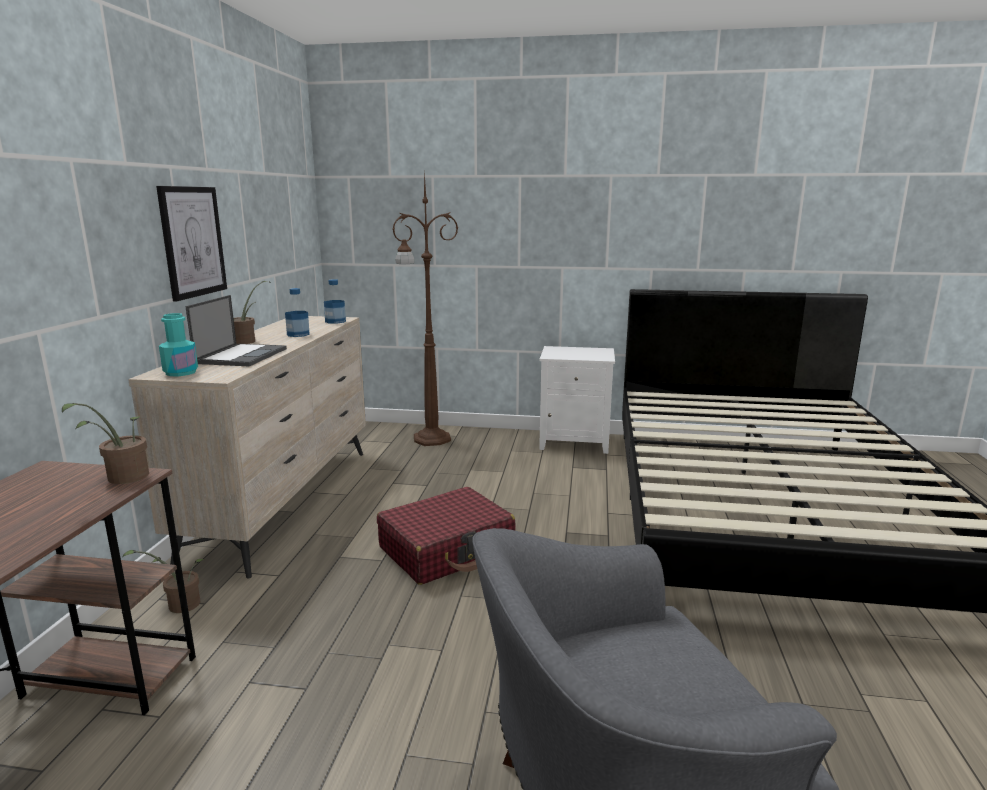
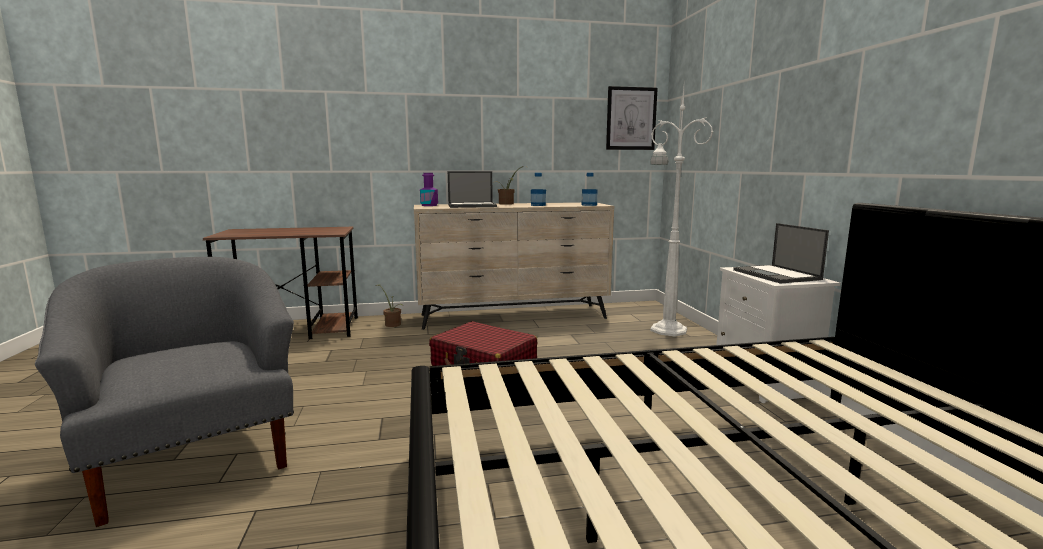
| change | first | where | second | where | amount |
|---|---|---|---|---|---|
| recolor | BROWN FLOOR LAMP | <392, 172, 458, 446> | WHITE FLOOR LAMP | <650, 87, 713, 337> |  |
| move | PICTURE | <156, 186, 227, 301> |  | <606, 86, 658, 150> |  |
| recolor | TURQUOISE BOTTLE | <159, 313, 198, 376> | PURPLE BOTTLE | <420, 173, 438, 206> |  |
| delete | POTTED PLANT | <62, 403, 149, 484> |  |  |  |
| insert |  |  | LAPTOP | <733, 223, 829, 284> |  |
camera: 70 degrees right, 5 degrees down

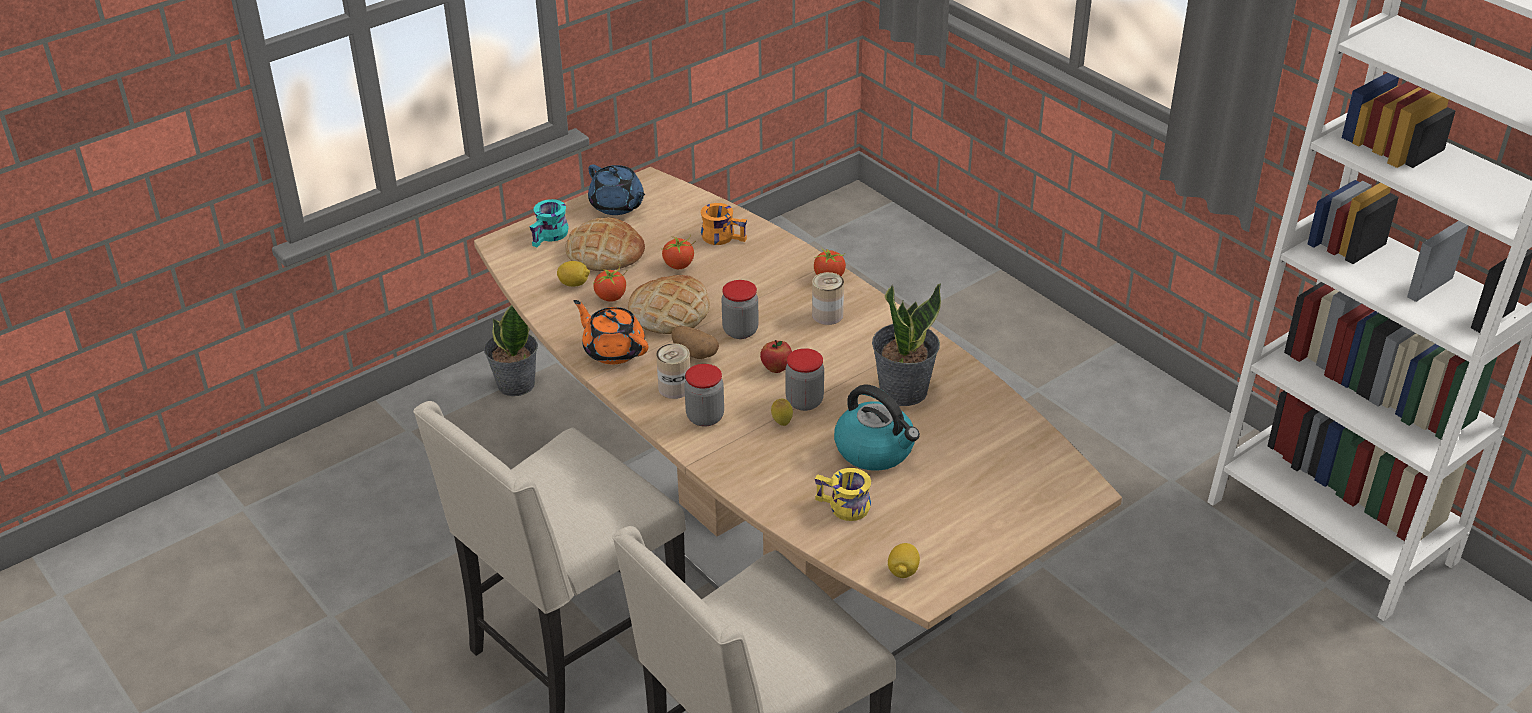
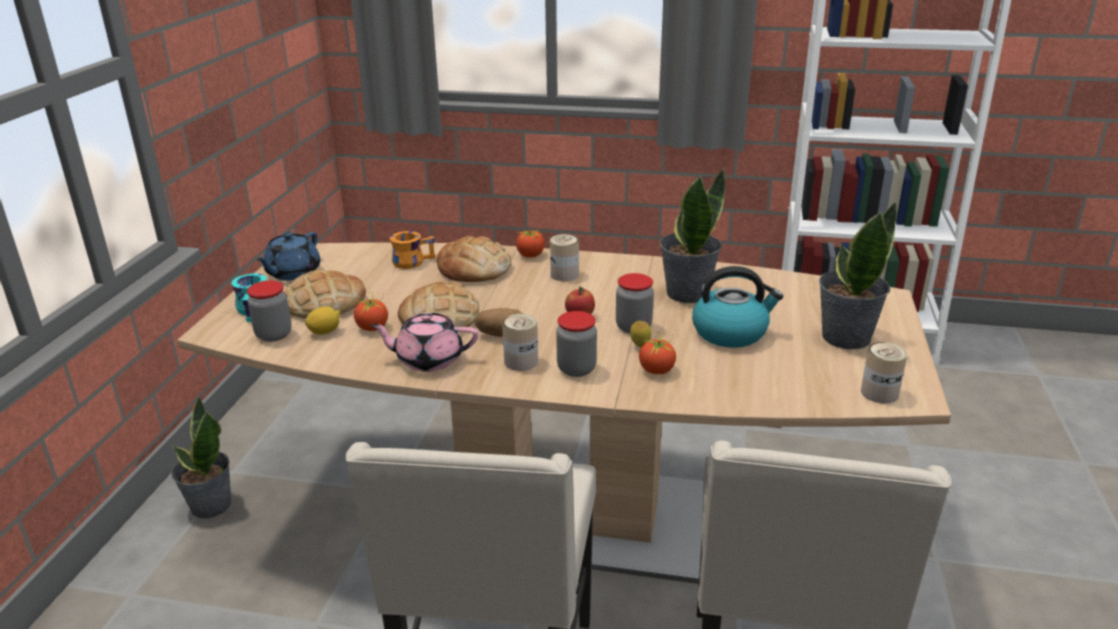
| change | first | where | second | where | amount |
|---|---|---|---|---|---|
| rotate | BLUE TEAPOT | <588, 164, 645, 215> |  | <257, 232, 320, 280> | 105 degrees clockwise |
| move | TOMATO | <662, 234, 694, 269> |  | <639, 332, 676, 374> |  |
| move | JAR | <721, 280, 759, 339> |  | <247, 281, 292, 342> |  |
| recolor | ORANGE TEAPOT | <574, 300, 648, 364> | PINK TEAPOT | <370, 313, 478, 372> |  |
| delete | YELLOW MUG | <815, 468, 871, 521> |  |  |  |
| replace | LEMON | <888, 543, 920, 578> | CAN | <861, 342, 907, 403> |  |
| insert |  |  | POTTED PLANT | <819, 202, 897, 350> |  |
| insert |  |  | BREAD | <437, 236, 512, 282> |  |
camera: 40 degrees left, 10 degrees down

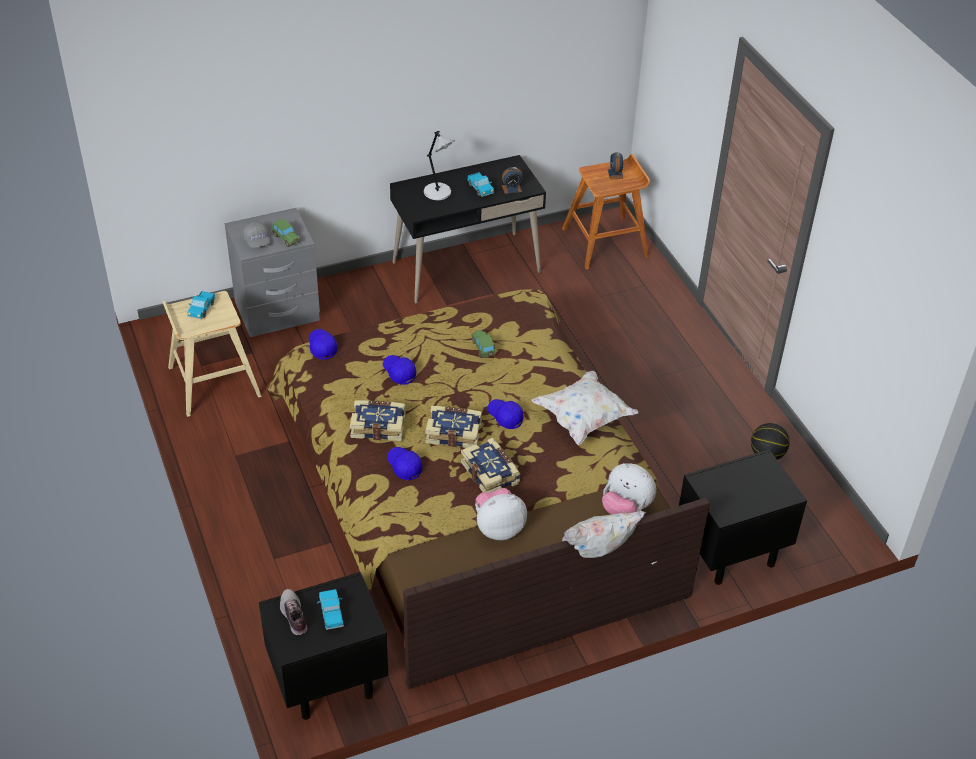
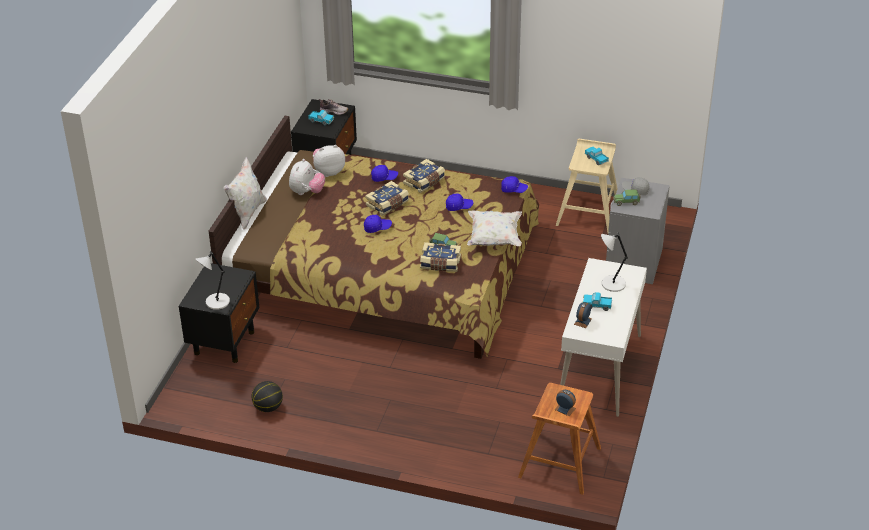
| change | first | where | second | where | amount |
|---|---|---|---|---|---|
| recolor | BLACK DESK | <390, 155, 546, 304> | WHITE DESK | <560, 258, 647, 417> |  |
| move | WHITE PILLOW | <532, 371, 638, 445> |  | <467, 211, 522, 246> |  |
| move | BOOK | <461, 438, 520, 492> |  | <420, 242, 461, 272> |  |
| move | PLUSH TOY | <602, 463, 656, 515> |  | <313, 145, 345, 177> |  |
| insert |  |  | GREY TABLE LAMP | <196, 251, 230, 310> |  |
camera: 130 degrees right, 5 degrees down

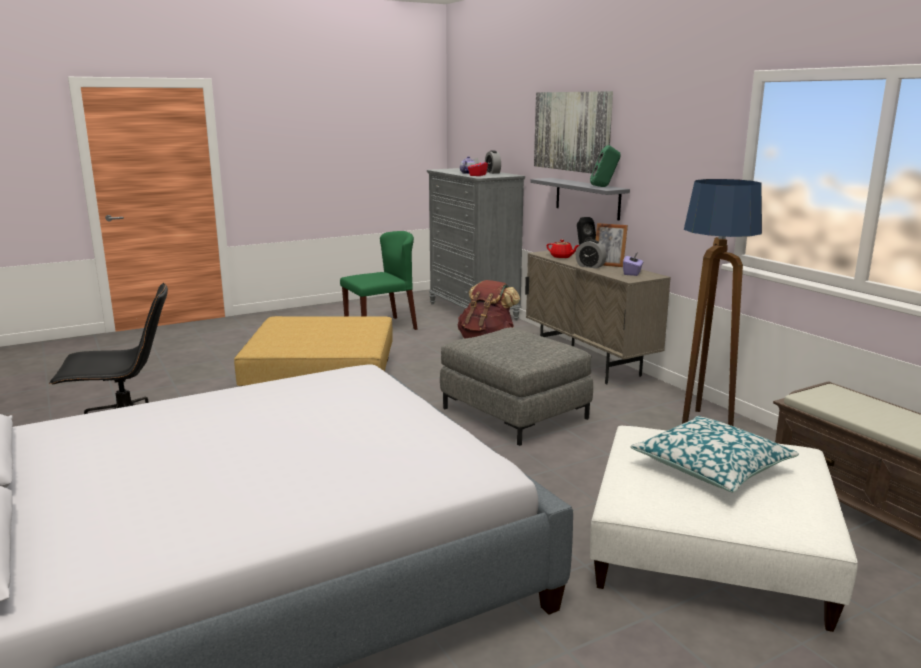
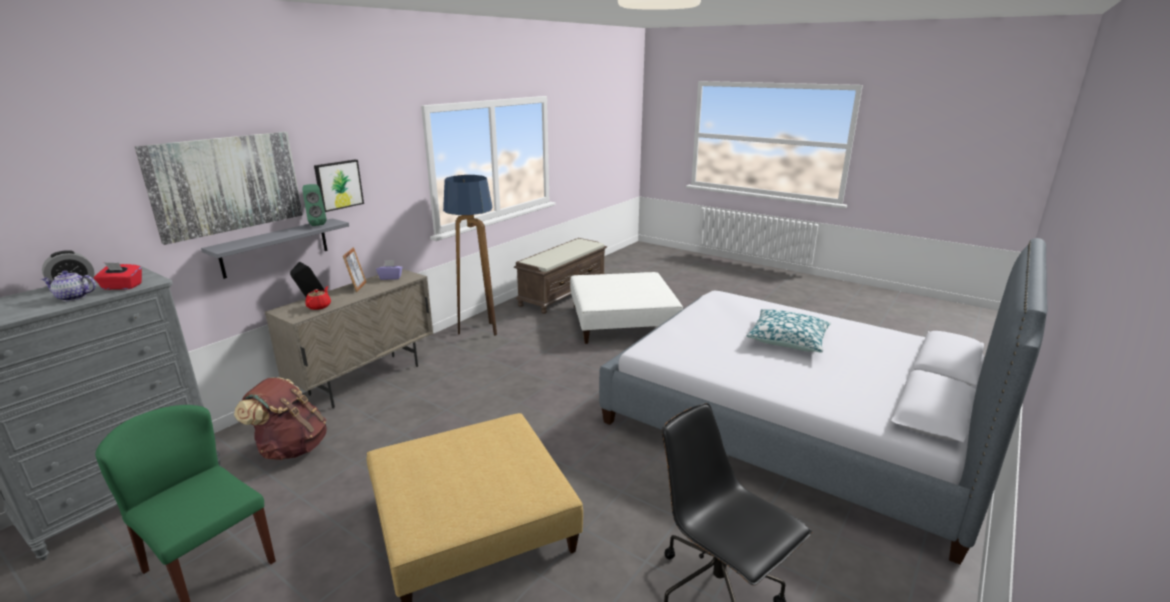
| change | first | where | second | where | amount |
|---|---|---|---|---|---|
| delete | ALARM CLOCK | <576, 239, 607, 269> |  |  |  |
| delete | GREY OTTOMAN | <440, 327, 593, 446> |  |  |  |
| move | PILLOW | <630, 416, 799, 492> |  | <747, 309, 831, 353> |  |
| insert |  |  | PICTURE | <314, 160, 364, 212> |  |
camera: 115 degrees left, 5 degrees up

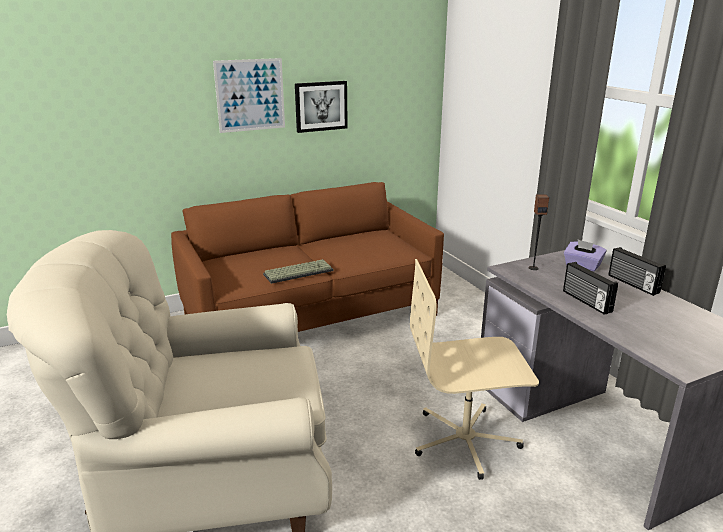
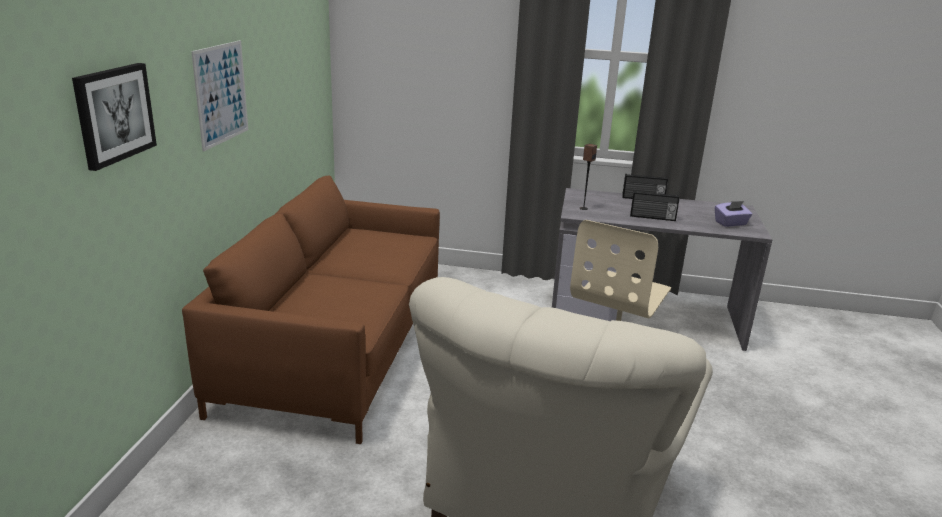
| change | first | where | second | where | amount |
|---|---|---|---|---|---|
| move | PICTURE | <295, 81, 348, 133> |  | <72, 63, 157, 171> |  |
| move | PURPLE TISSUE BOX | <564, 240, 607, 271> |  | <715, 201, 752, 227> |  |
| delete | KEYBOARD | <263, 259, 334, 284> |  |  |  |
camera: 55 degrees left, 0 degrees up

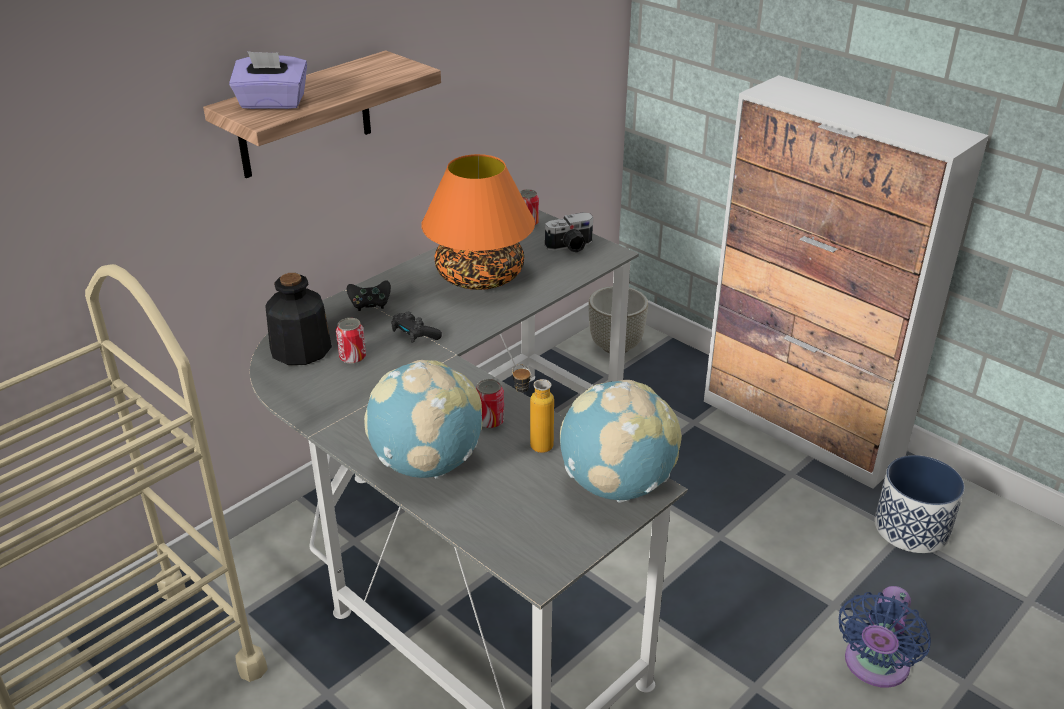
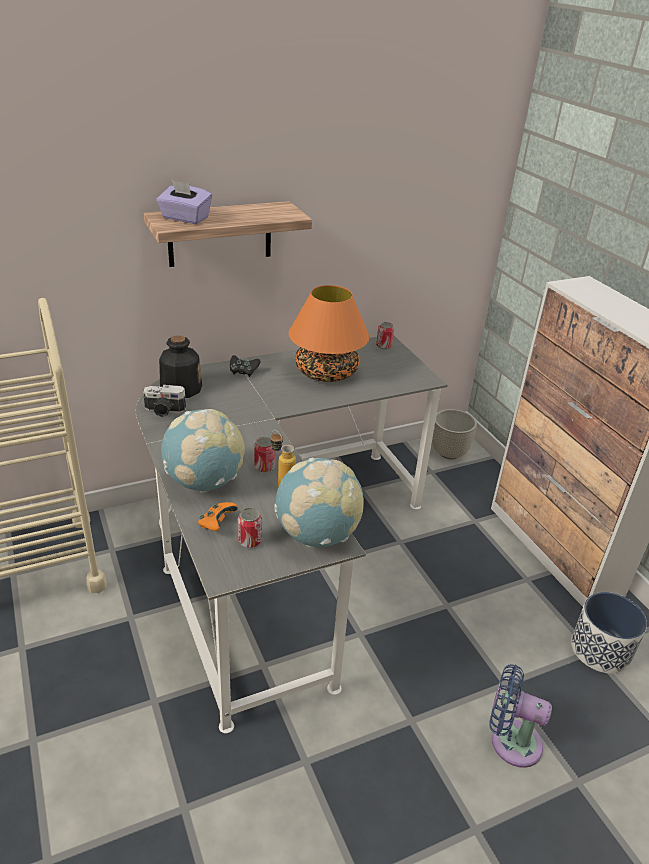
| change | first | where | second | where | amount |
|---|---|---|---|---|---|
| move | PHOTO CAMERA | <545, 212, 593, 253> |  | <143, 385, 186, 417> |  |
| delete | BLACK GAME CONTROLLER | <391, 311, 442, 343> |  |  |  |
| move | CAN | <336, 318, 366, 364> |  | <238, 508, 262, 548> |  |
| rotate | BLUE FAN | <839, 586, 931, 688> |  | <489, 664, 552, 768> | 60 degrees clockwise |
| insert |  |  | ORANGE GAME CONTROLLER | <198, 502, 238, 531> |  |
camera: 20 degrees right, 0 degrees up

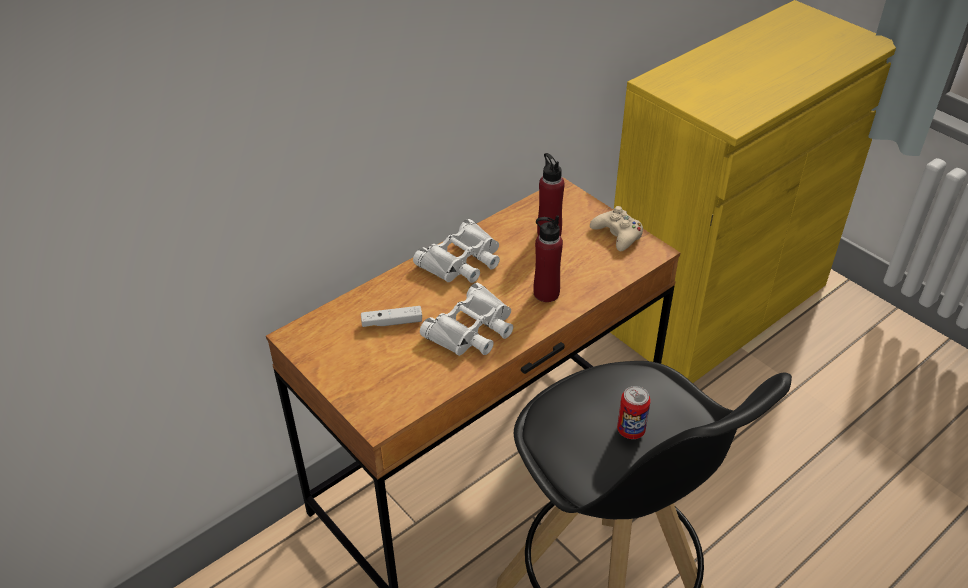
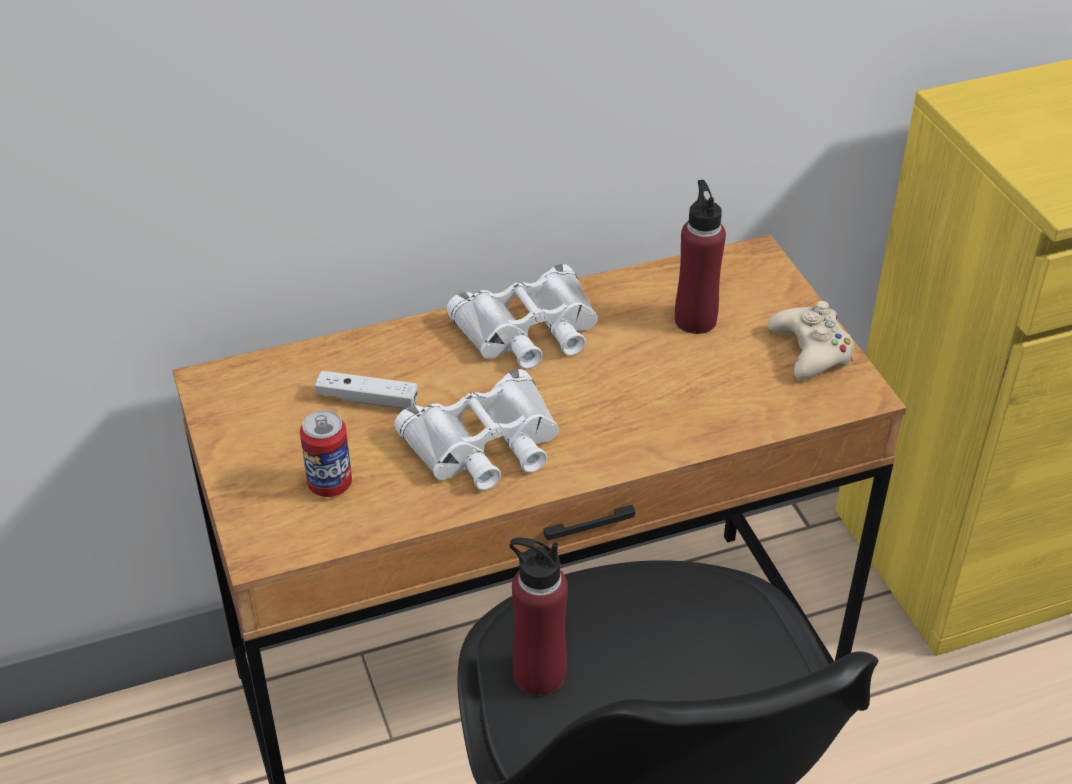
| change | first | where | second | where | amount |
|---|---|---|---|---|---|
| move | RED BOTTLE | <533, 215, 563, 302> |  | <509, 537, 568, 695> |  |
| move | CAN | <617, 386, 651, 439> |  | <300, 410, 352, 497> |  |
camera: 20 degrees right, 0 degrees up

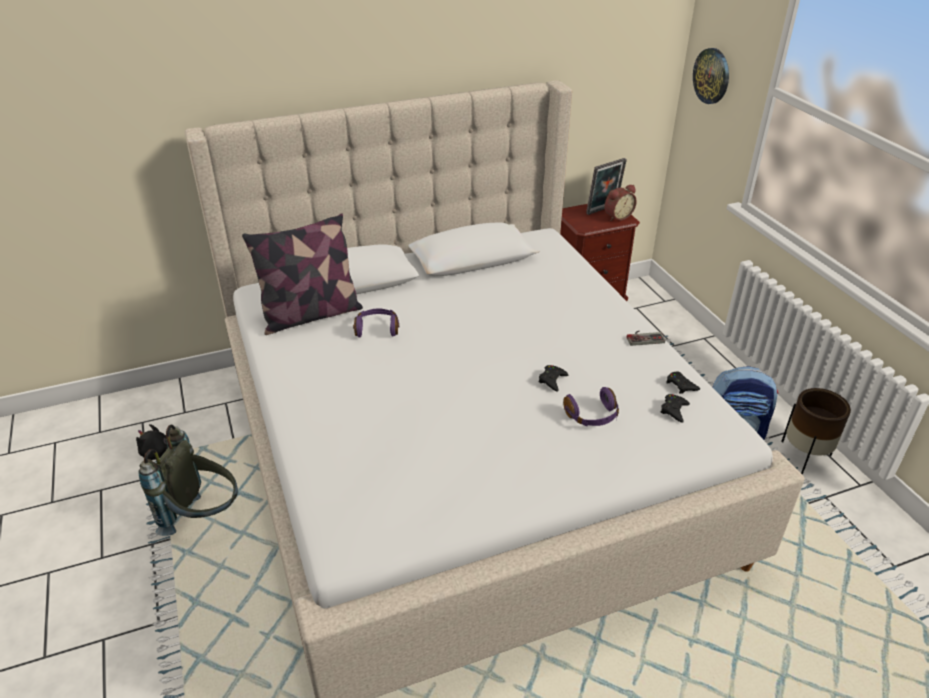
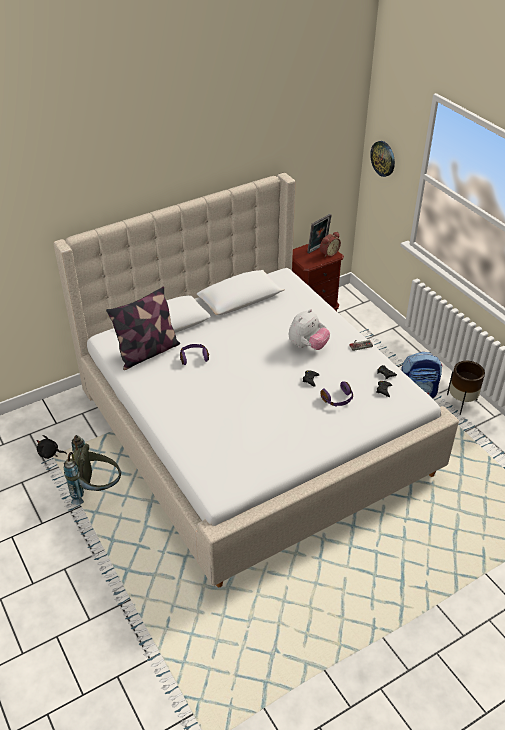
| change | first | where | second | where | amount |
|---|---|---|---|---|---|
| insert |  |  | PLUSH TOY | <289, 309, 330, 350> |  |
camera: 10 degrees left, 5 degrees up

